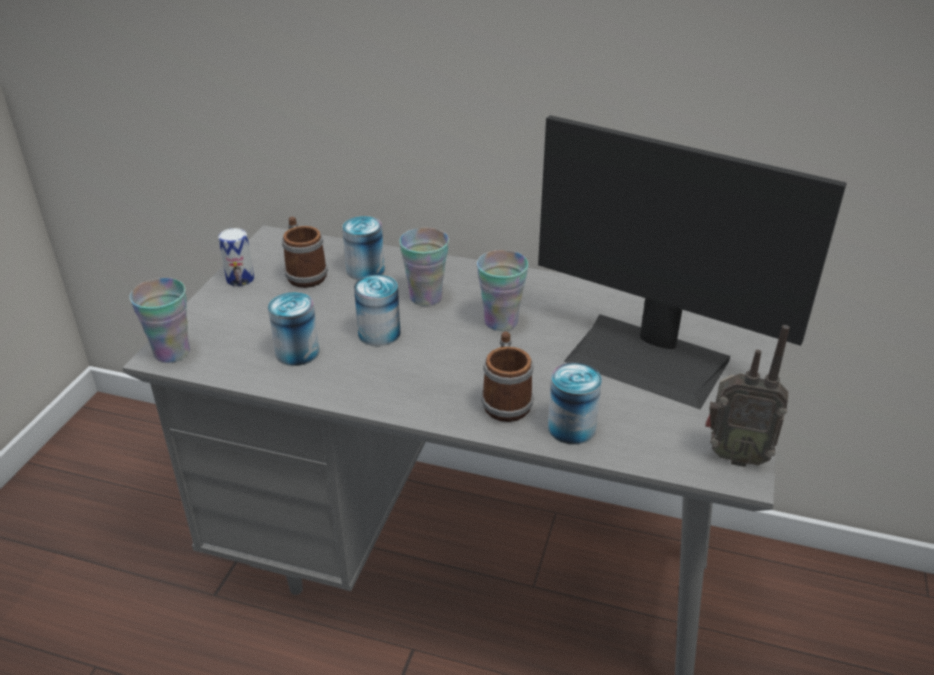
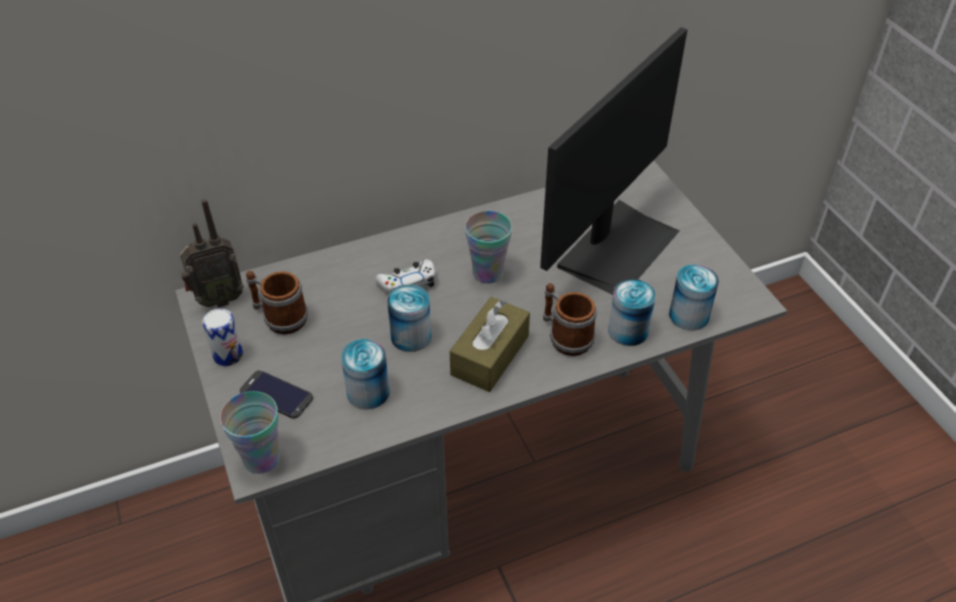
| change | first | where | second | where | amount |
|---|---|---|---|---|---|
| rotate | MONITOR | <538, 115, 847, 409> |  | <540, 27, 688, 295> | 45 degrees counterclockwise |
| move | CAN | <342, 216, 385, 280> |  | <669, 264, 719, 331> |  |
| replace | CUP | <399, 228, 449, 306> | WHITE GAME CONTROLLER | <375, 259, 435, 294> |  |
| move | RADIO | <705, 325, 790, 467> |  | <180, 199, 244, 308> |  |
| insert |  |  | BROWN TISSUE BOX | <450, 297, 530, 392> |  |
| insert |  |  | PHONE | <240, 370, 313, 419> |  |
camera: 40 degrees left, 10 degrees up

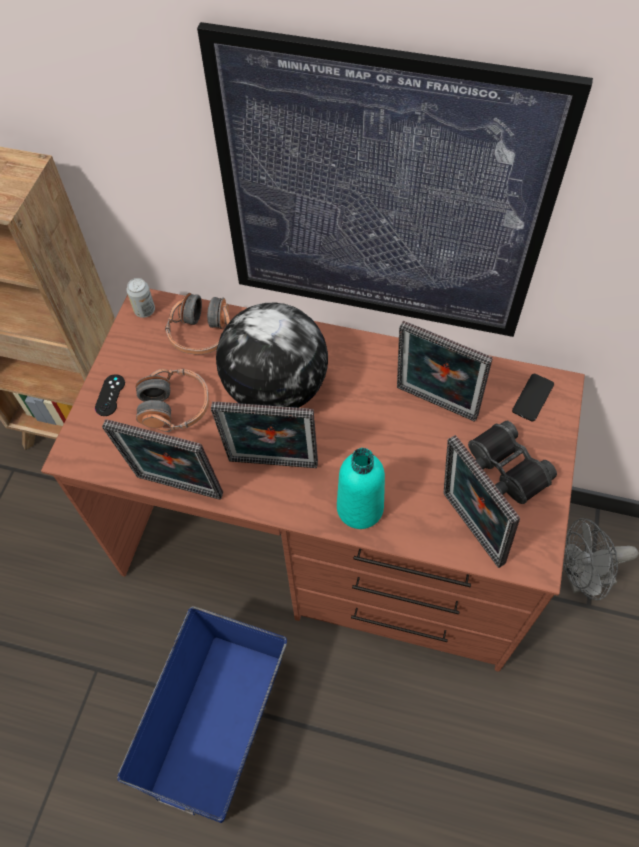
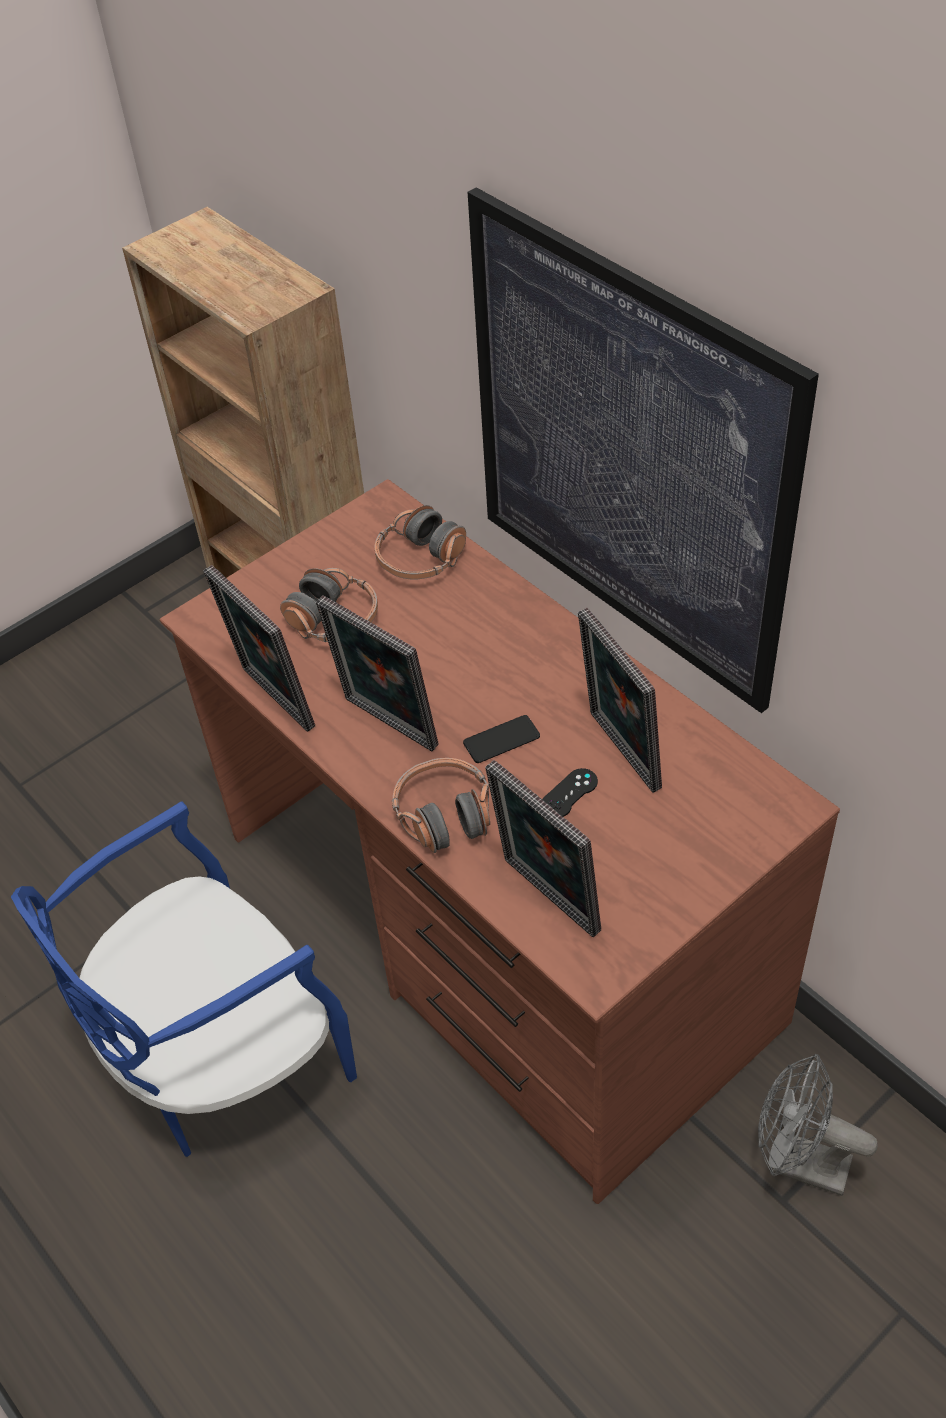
| change | first | where | second | where | amount |
|---|---|---|---|---|---|
| delete | CAN | <126, 278, 155, 318> |  |  |  |
| delete | GLOBE | <216, 303, 328, 408> |  |  |  |
| move | BLACK GAME CONTROLLER | <95, 374, 125, 416> |  | <542, 768, 598, 817> |  |
| move | PHONE | <512, 374, 554, 422> |  | <463, 715, 540, 763> |  |
| delete | BLACK BINOCULARS | <468, 421, 557, 504> |  |  |  |
| rotate | PICTURE FRAME | <443, 435, 520, 568> |  | <485, 760, 602, 937> | 45 degrees counterclockwise |
| replace | TURQUOISE BOTTLE | <337, 448, 385, 529> | HEADPHONES | <392, 758, 490, 853> |  |
| replace | BLUE STORAGE BOX | <117, 606, 287, 823> | BLUE CHAIR | <11, 802, 357, 1157> |  |
camera: 35 degrees right, 10 degrees down

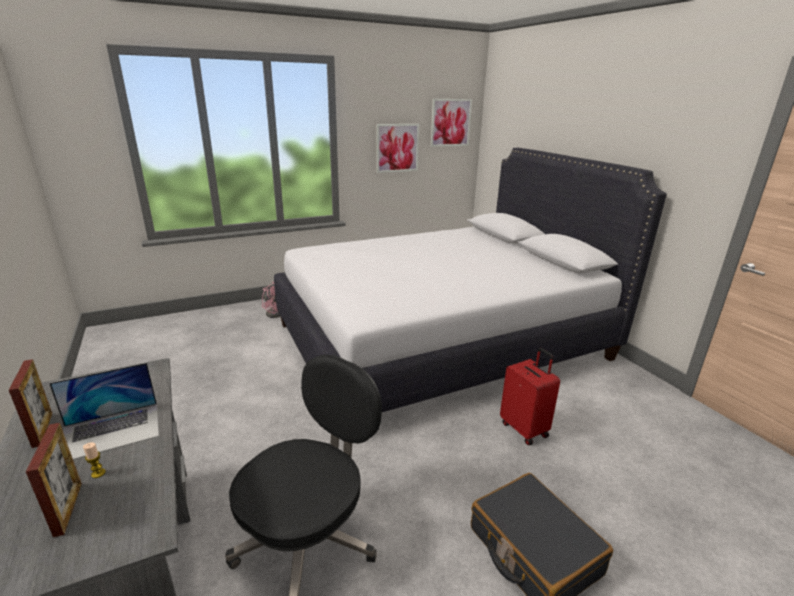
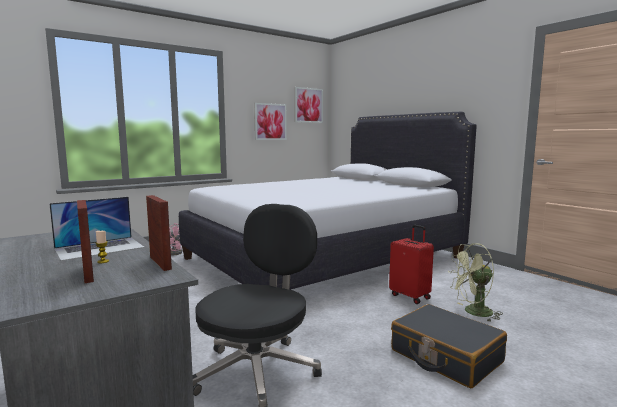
| change | first | where | second | where | amount |
|---|---|---|---|---|---|
| move | PICTURE FRAME | <9, 359, 53, 448> |  | <146, 195, 172, 271> |  |
| insert |  |  | GREEN FAN | <448, 243, 503, 322> |  |
camera: 10 degrees left, 15 degrees down

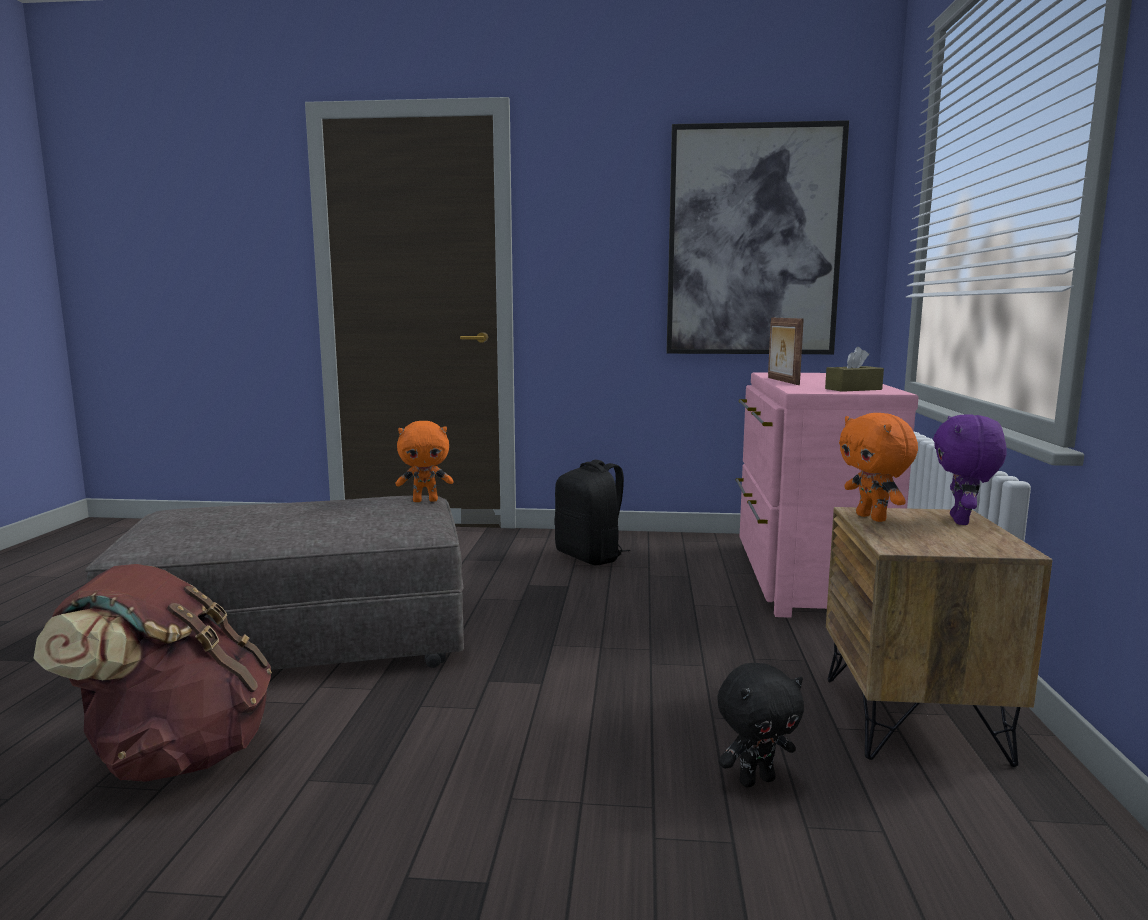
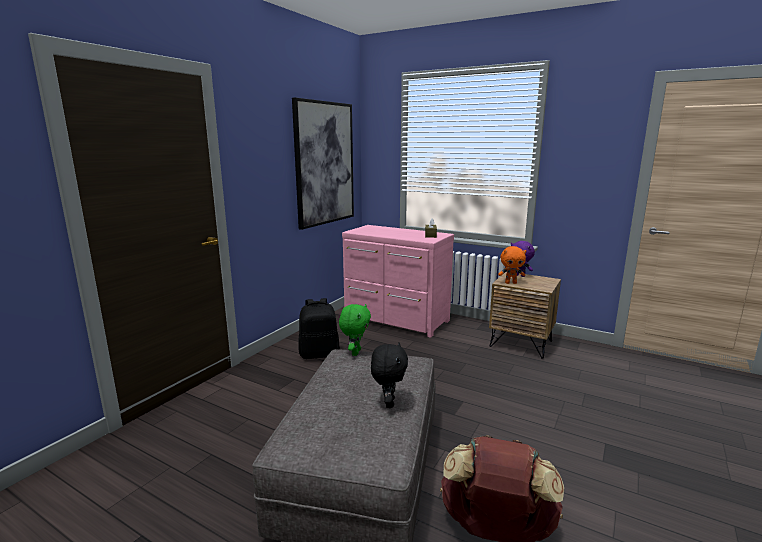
| change | first | where | second | where | amount |
|---|---|---|---|---|---|
| delete | PICTURE FRAME | <768, 318, 804, 385> |  |  |  |
| recolor | ORANGE PLUSH TOY | <396, 421, 454, 502> | GREEN PLUSH TOY | <339, 304, 371, 356> |  |
| move | BLACK PLUSH TOY | <717, 663, 804, 787> |  | <371, 342, 408, 408> |  |
camera: 65 degrees left, 5 degrees up

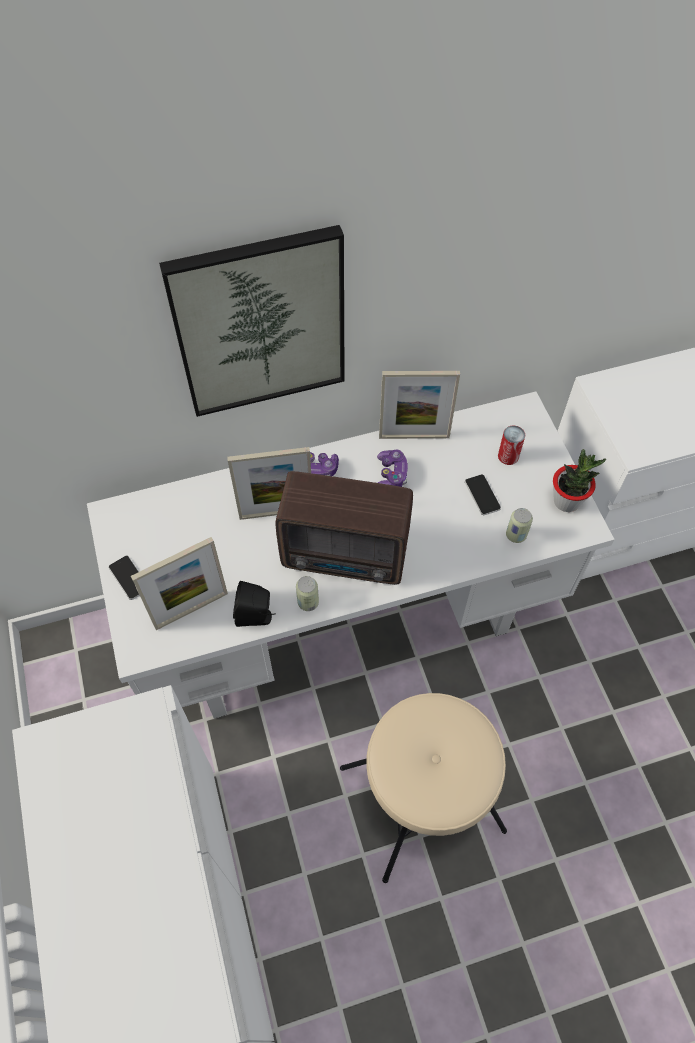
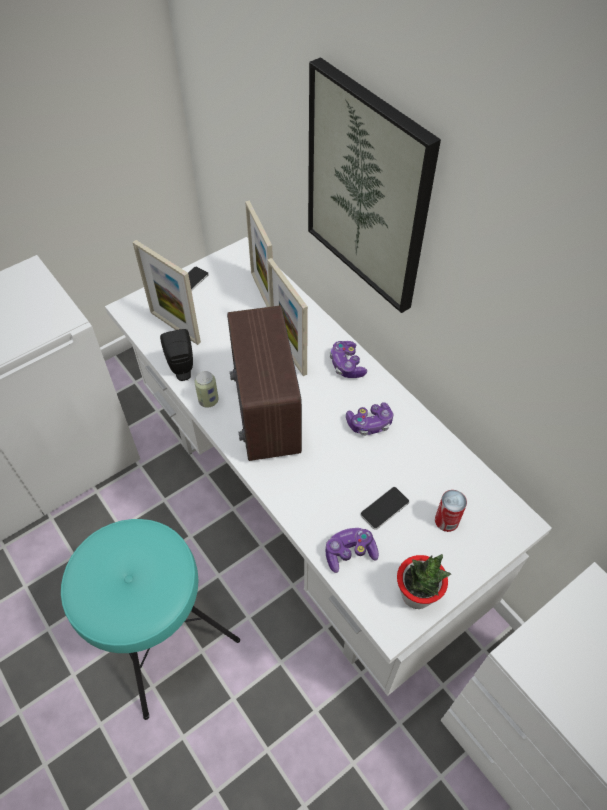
| change | first | where | second | where | amount |
|---|---|---|---|---|---|
| move | PICTURE FRAME | <379, 371, 460, 439> |  | <245, 201, 273, 307> |  |
| replace | CAN | <506, 508, 533, 543> | GAME CONTROLLER | <326, 528, 379, 573> |  |
| recolor | BEIGE STOOL | <340, 693, 507, 883> | TURQUOISE STOOL | <61, 519, 240, 720> |  |
camera: 70 degrees right, 5 degrees down

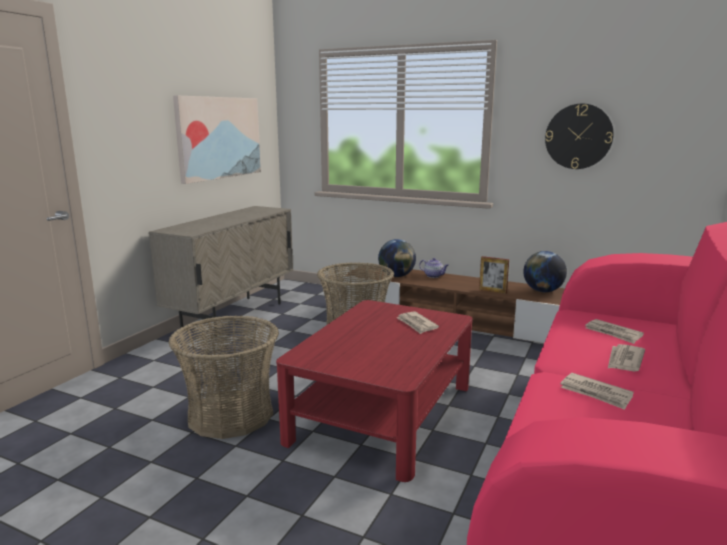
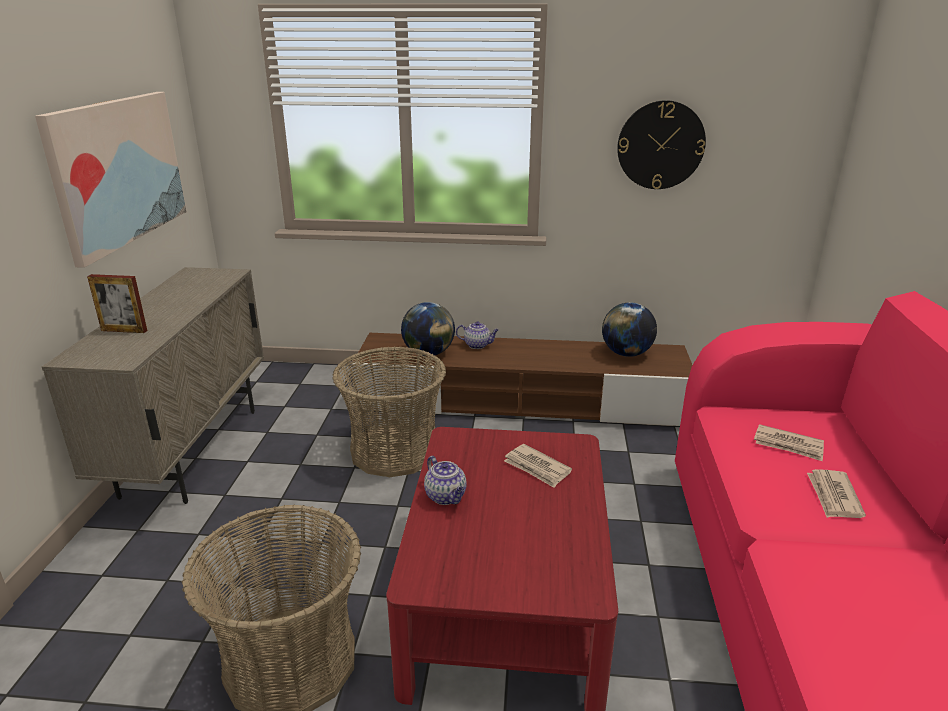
| change | first | where | second | where | amount |
|---|---|---|---|---|---|
| move | PICTURE FRAME | <479, 256, 509, 294> |  | <87, 274, 147, 333> |  |
| delete | NEWSPAPER | <560, 373, 634, 410> |  |  |  |
| insert |  |  | TEAPOT | <424, 456, 467, 505> |  |
camera: 20 degrees left, 10 degrees up

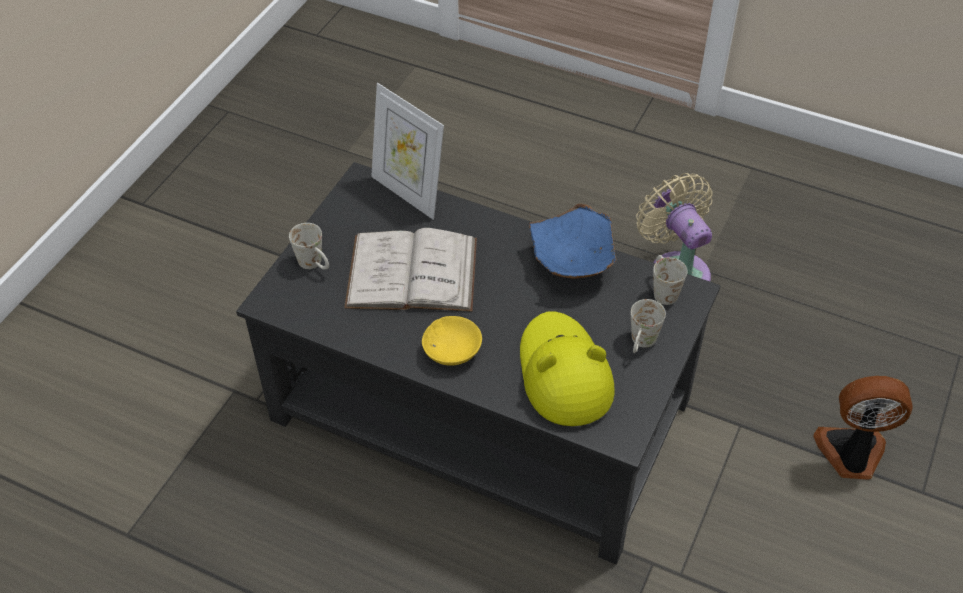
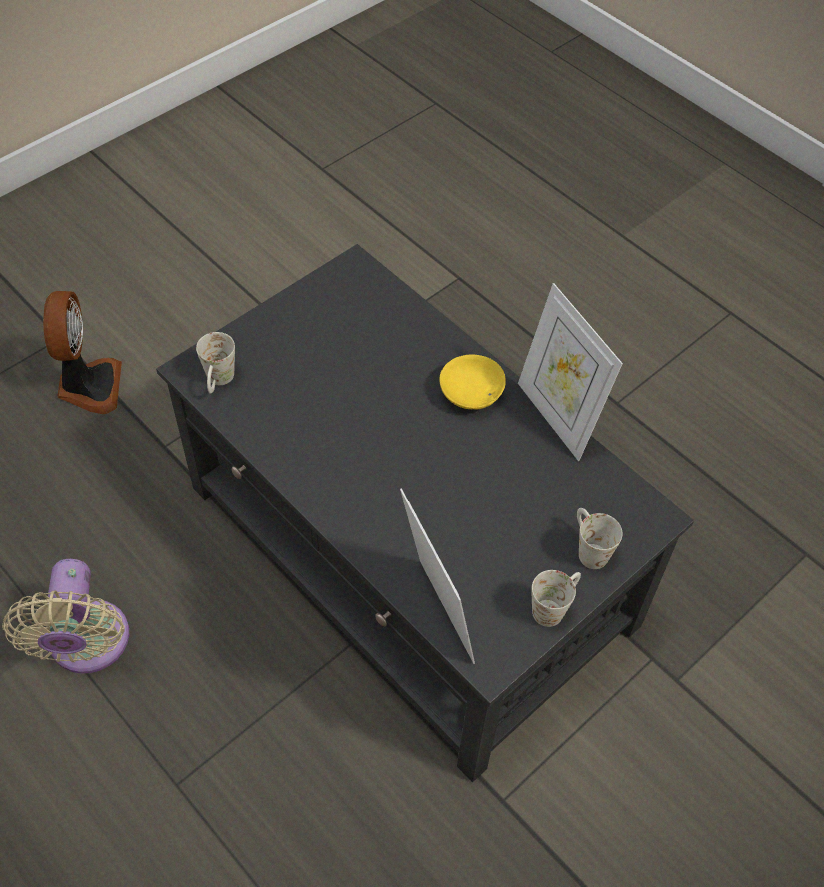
| change | first | where | second | where | amount |
|---|---|---|---|---|---|
| delete | BLUE BOWL | <529, 204, 617, 279> |  |  |  |
| delete | WHITE BOOK | <344, 228, 477, 312> |  |  |  |
| move | WHITE MUG | <631, 299, 666, 353> |  | <531, 570, 581, 627> |  |
| delete | YELLOW HAT | <520, 311, 615, 426> |  |  |  |
| rotate | FAN | <814, 376, 913, 480> |  | <43, 291, 122, 414> | 120 degrees counterclockwise |
| insert |  |  | PICTURE FRAME | <518, 283, 623, 461> |  |
camera: 160 degrees left, 5 degrees up

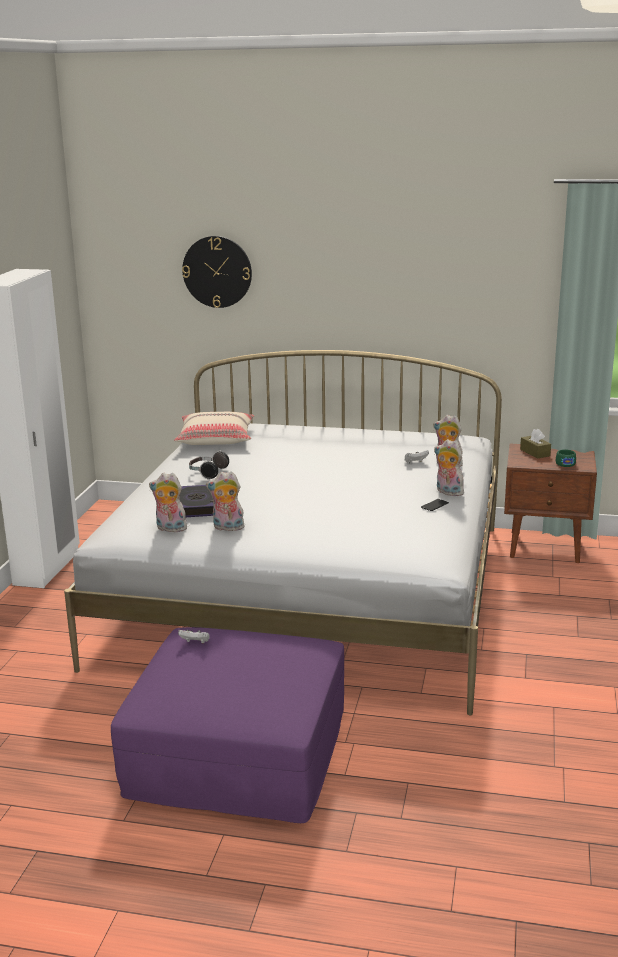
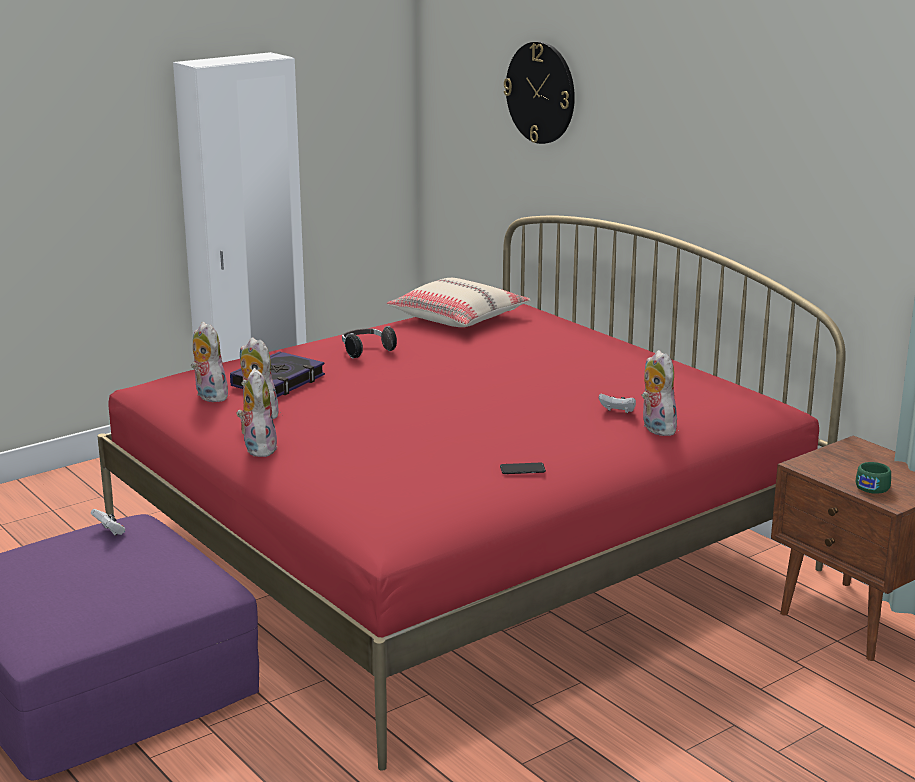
| change | first | where | second | where | amount |
|---|---|---|---|---|---|
| recolor | WHITE BED | <64, 350, 502, 715> | RED BED | <97, 216, 846, 771> |  |
| delete | BROWN TISSUE BOX | <520, 428, 551, 459> |  |  |  |
| move | PLUSH TOY | <434, 439, 464, 496> |  | <237, 368, 278, 457> |  |
camera: 40 degrees right, 0 degrees up

